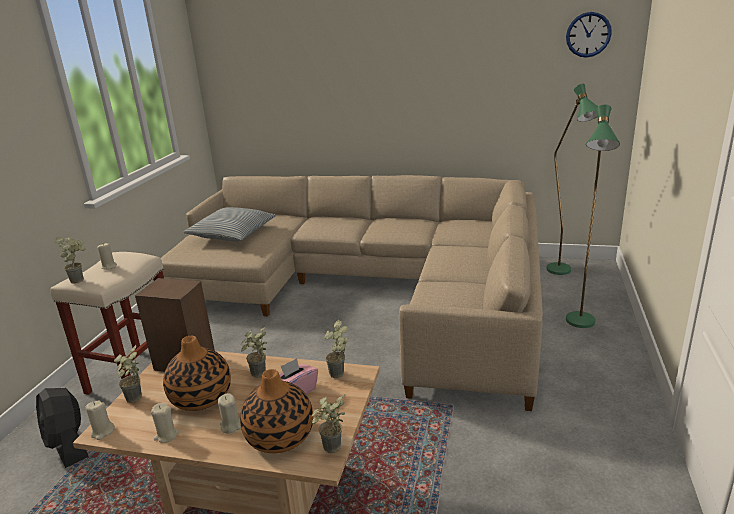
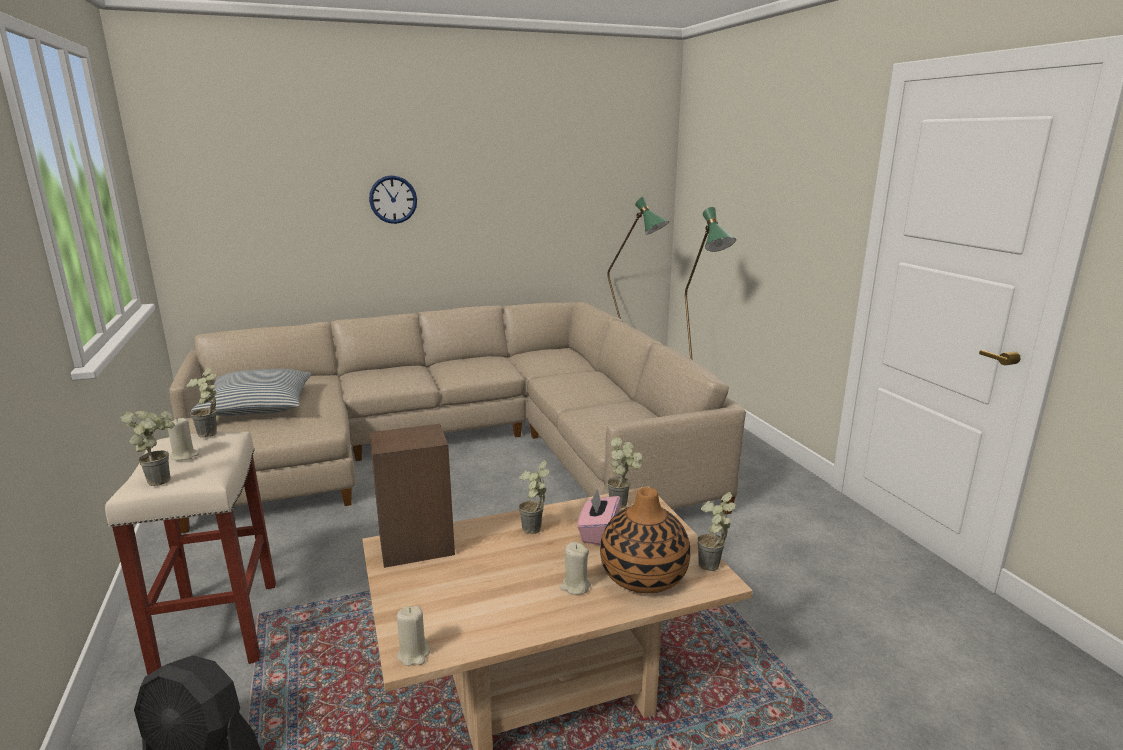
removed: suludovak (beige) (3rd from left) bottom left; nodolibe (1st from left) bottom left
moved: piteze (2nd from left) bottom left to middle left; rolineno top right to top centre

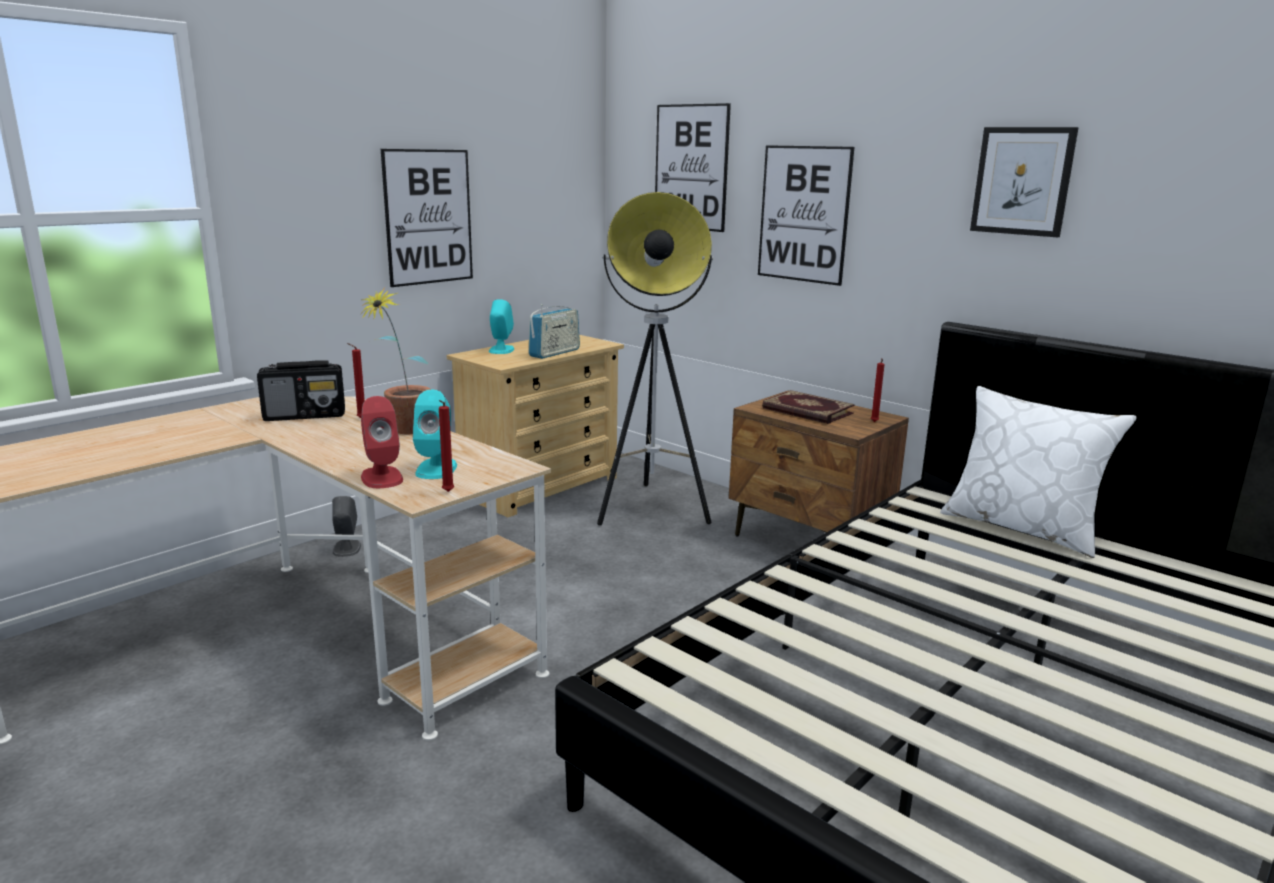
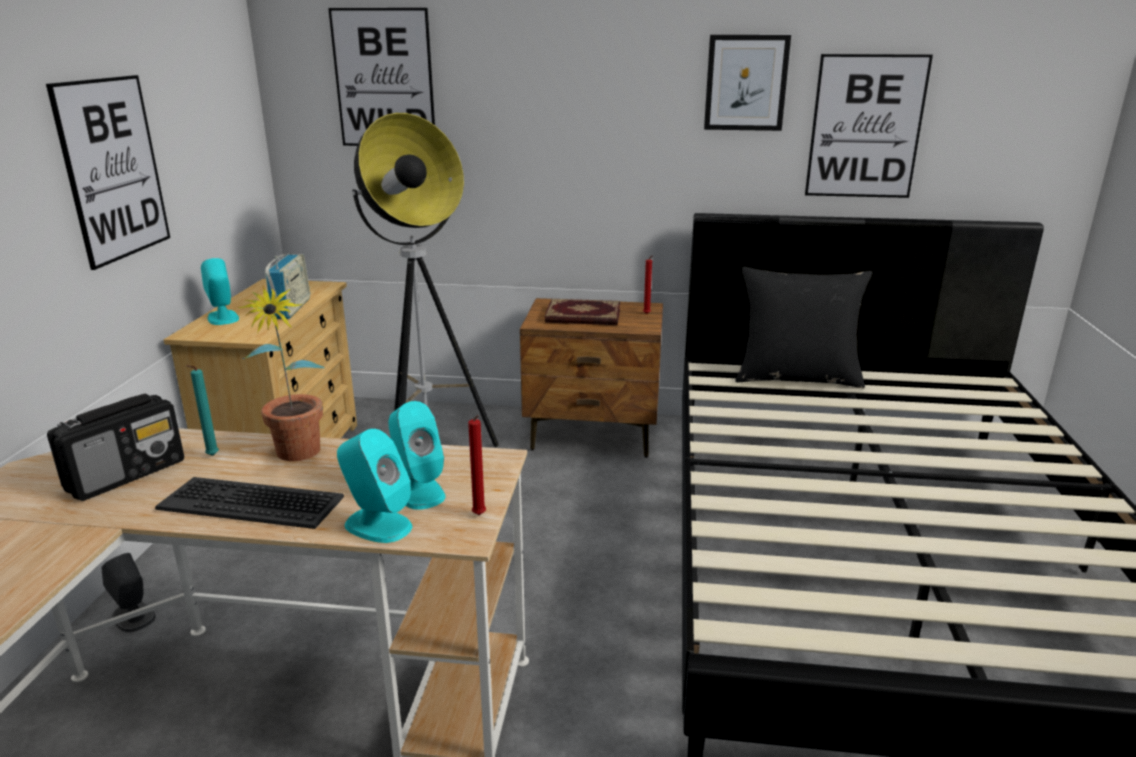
added: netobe middle left
moved: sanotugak (3rd from left in the first image) top centre to sanotugak (4th from left) top right
recoloured: suludovak (red) (1st from left) middle left to suludovak (turquoise) middle left; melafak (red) middle left to melafak (turquoise) (2nd from left) middle left; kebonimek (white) middle right to kebonimek (black) middle right

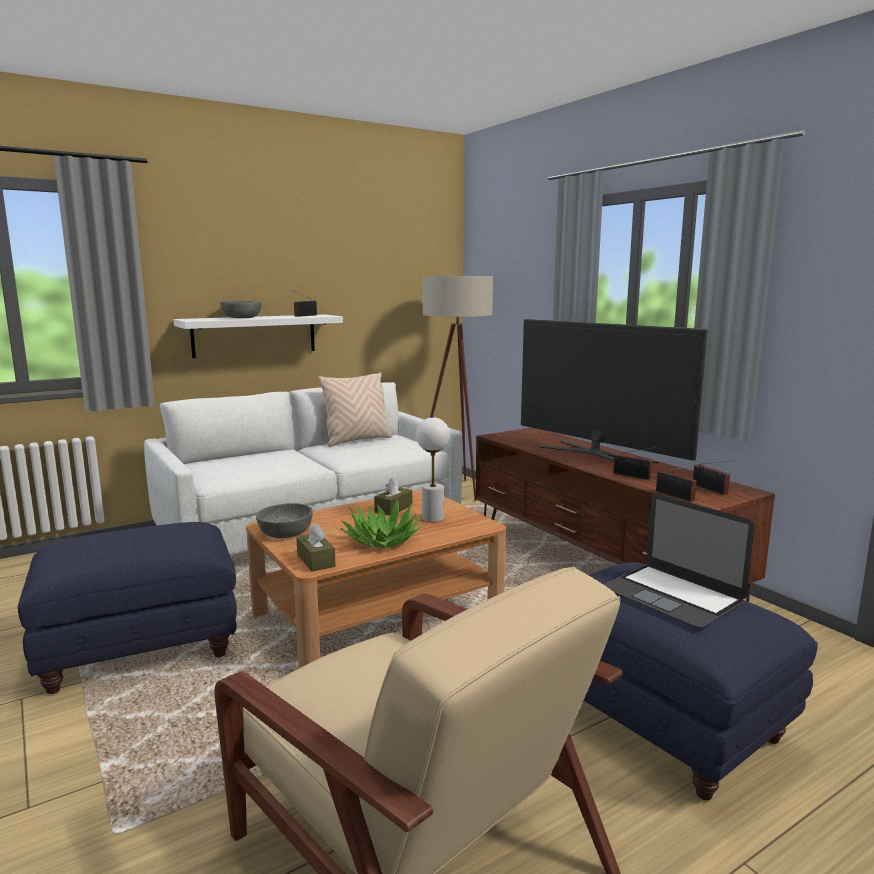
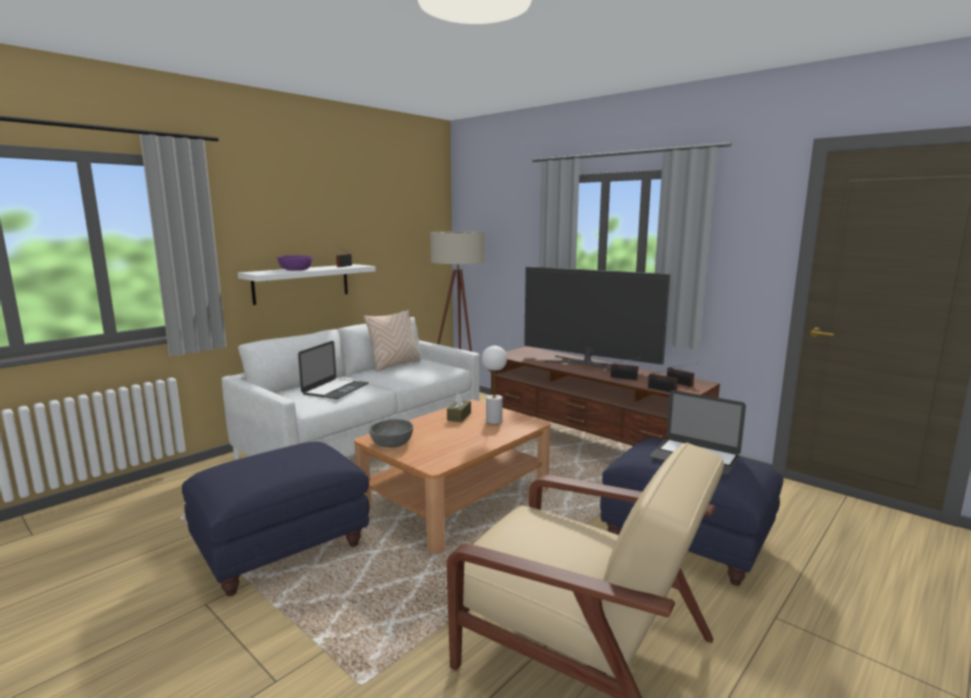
removed: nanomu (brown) (1st from left) centre; piteze centre
added: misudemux (1st from left) centre
recoloured: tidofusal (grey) (1st from left) middle left to tidofusal (purple) middle left

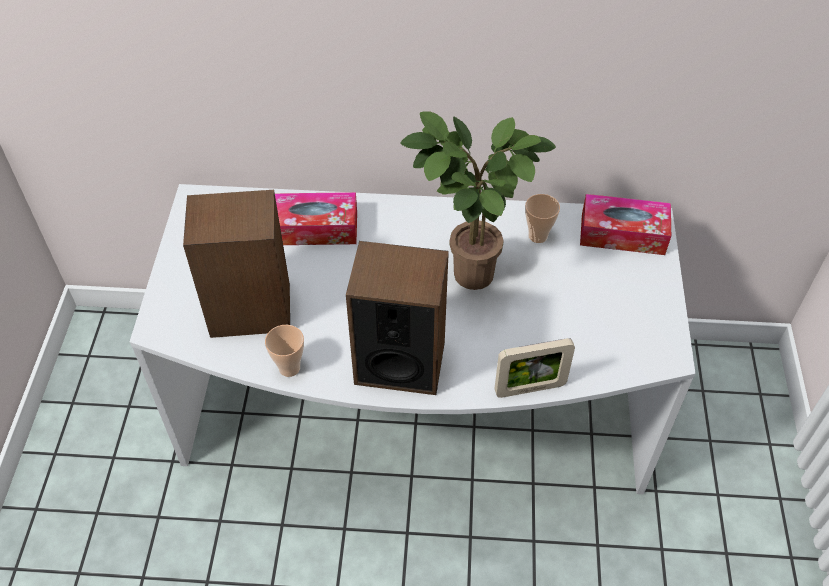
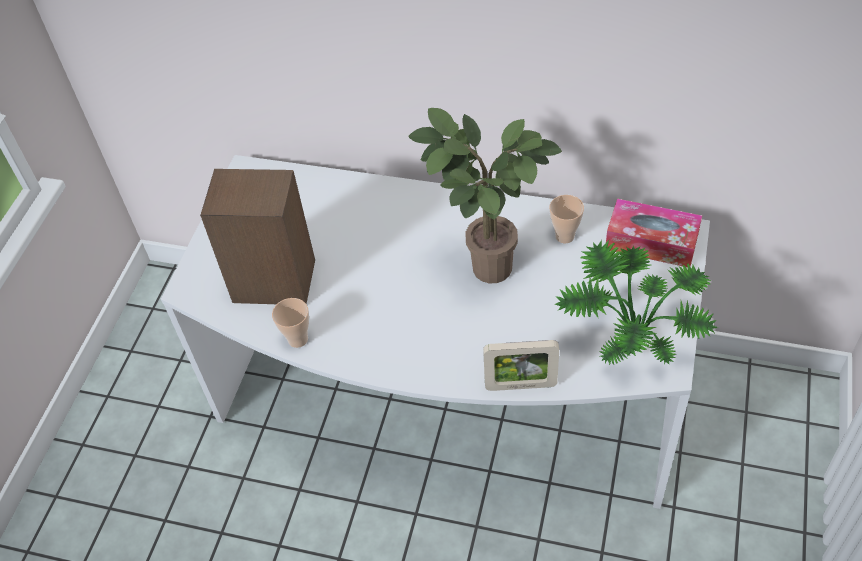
removed: nanomu (1st from left) centre; melafak (2nd from left) centre
added: piteze (2nd from left) middle right

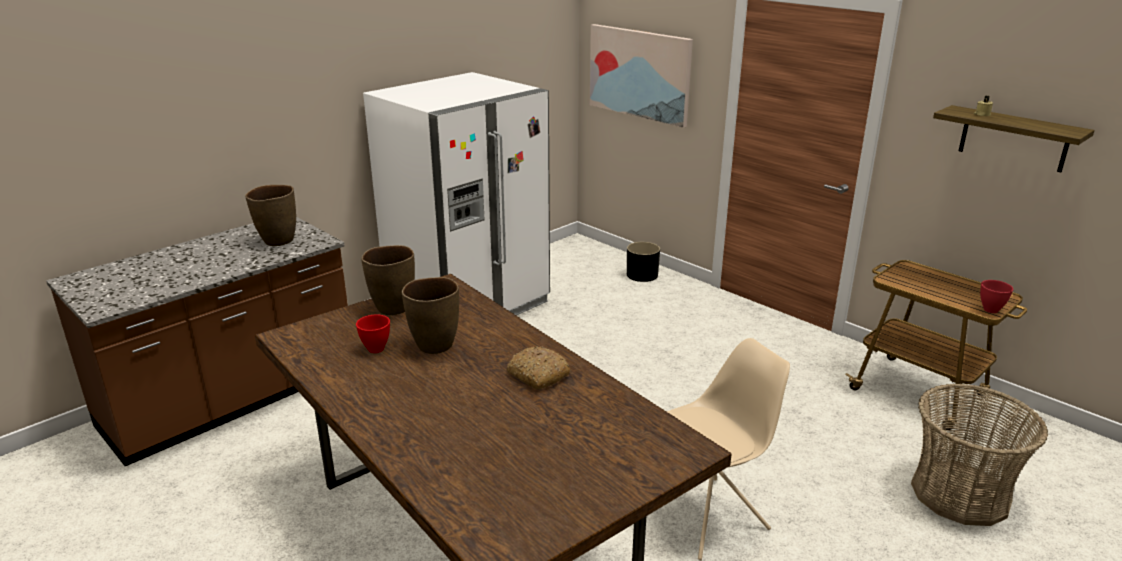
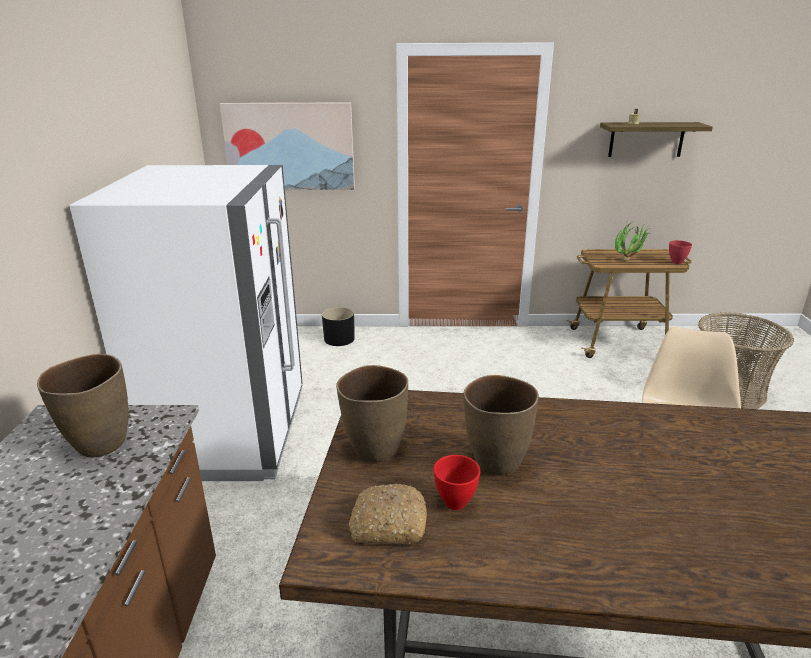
added: piteze middle right
moved: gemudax centre to bottom centre

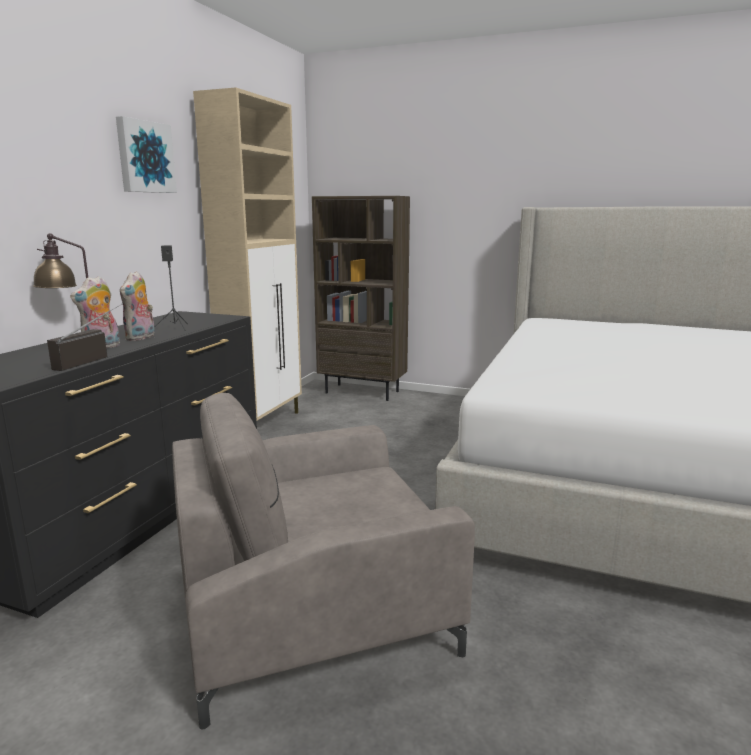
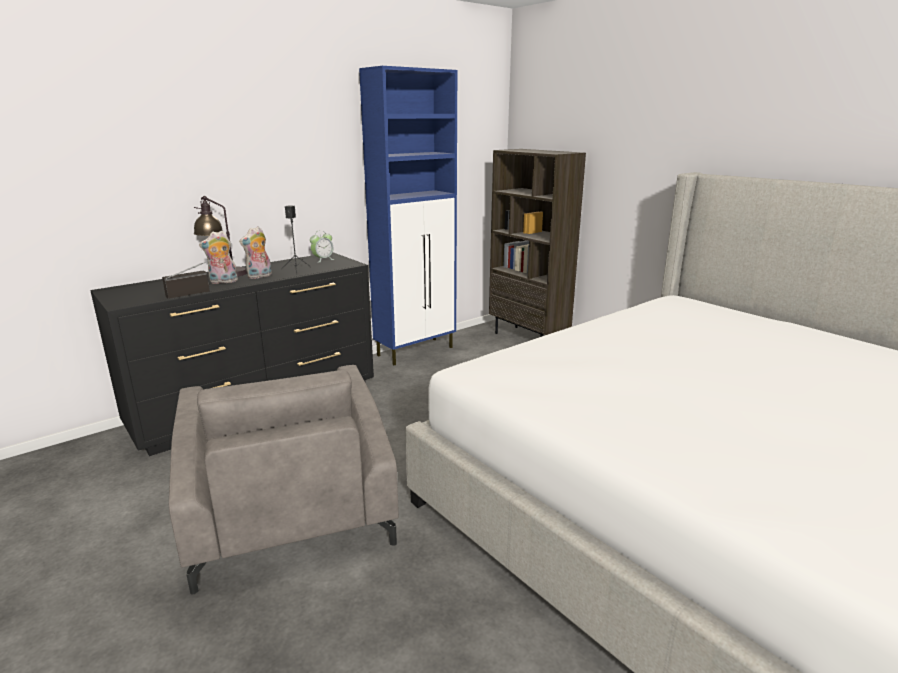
removed: sanotugak top left
added: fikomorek centre
recoloured: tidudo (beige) middle left to tidudo (blue) top centre
turned: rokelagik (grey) bottom centre = bottom left 120 degrees counterclockwise

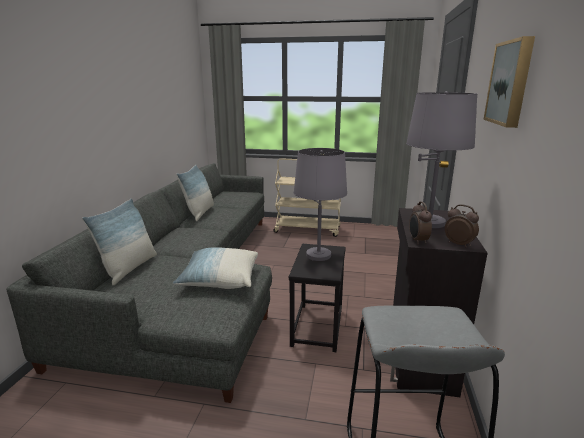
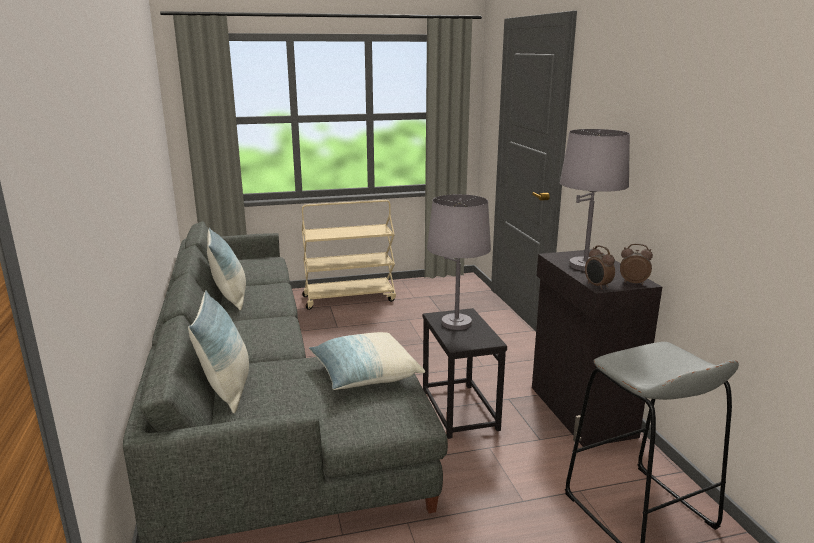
removed: sanotugak top right

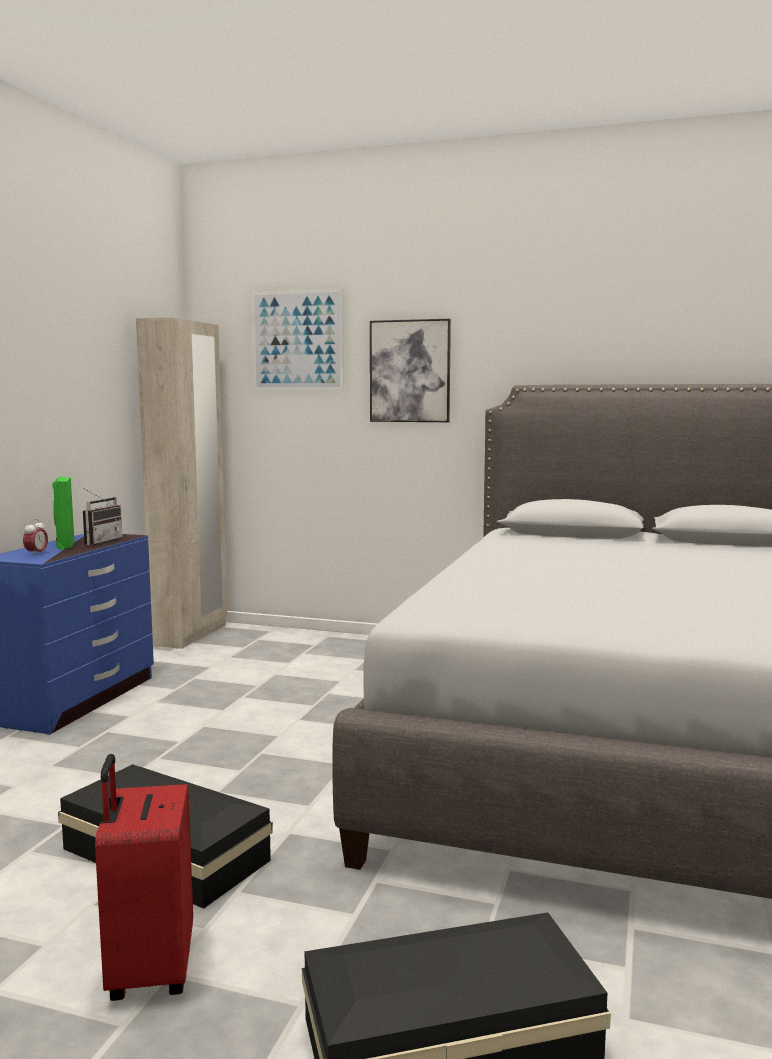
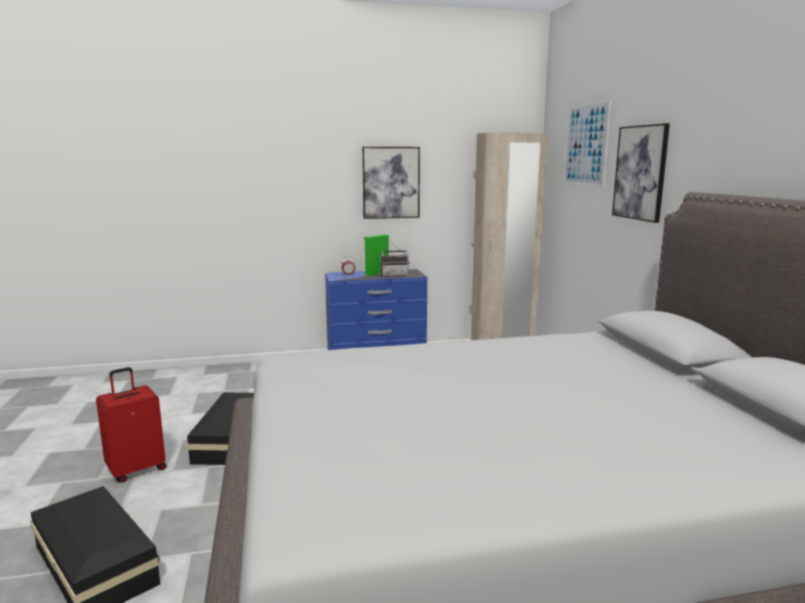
added: sanotugak (1st from left) top centre

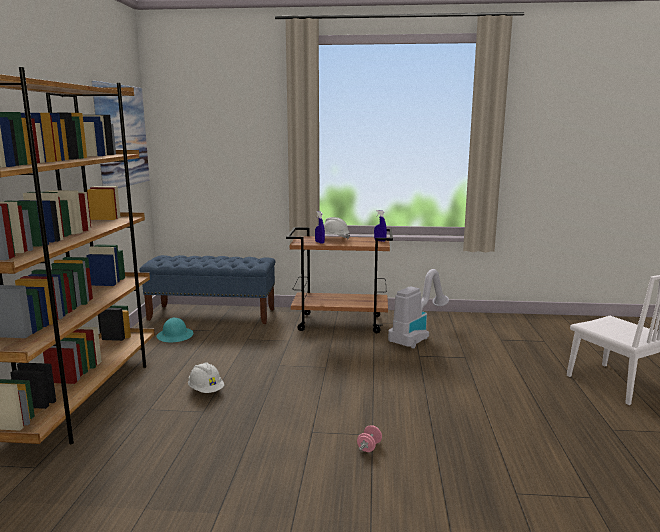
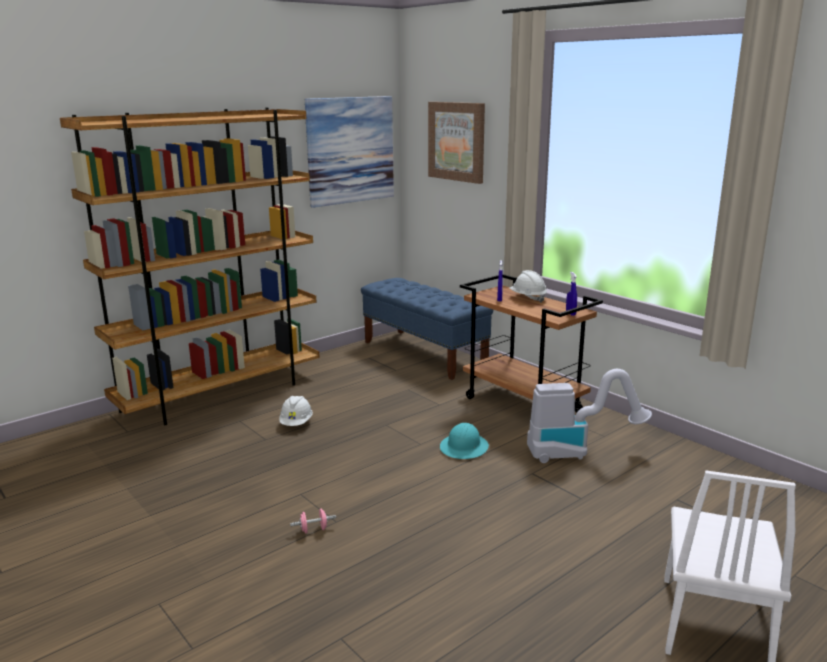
added: sanotugak (2nd from left) top centre
moved: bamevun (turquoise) middle left to centre

